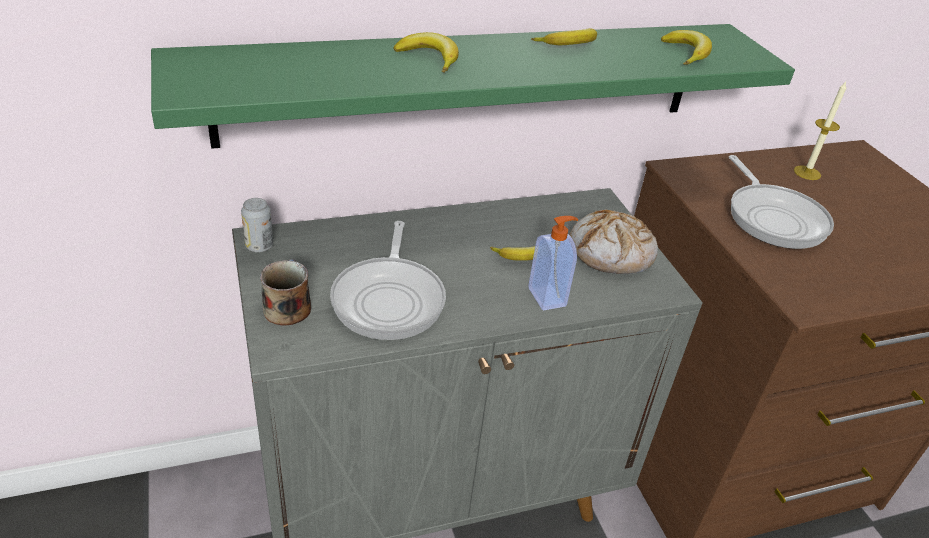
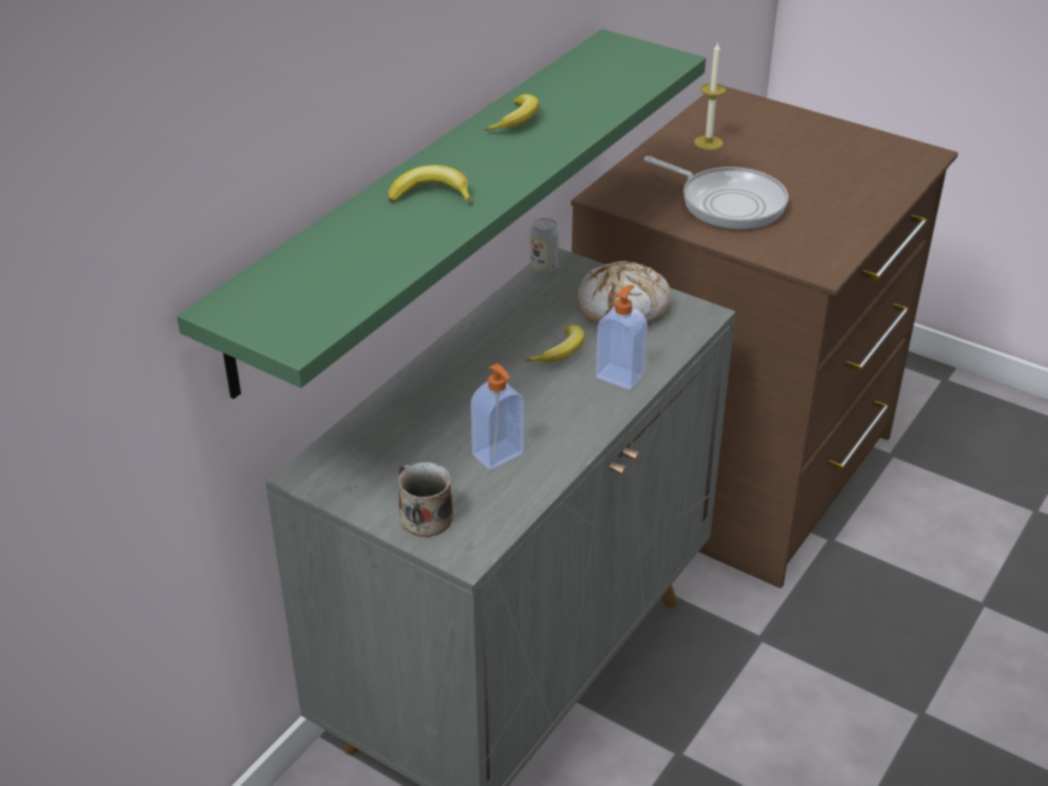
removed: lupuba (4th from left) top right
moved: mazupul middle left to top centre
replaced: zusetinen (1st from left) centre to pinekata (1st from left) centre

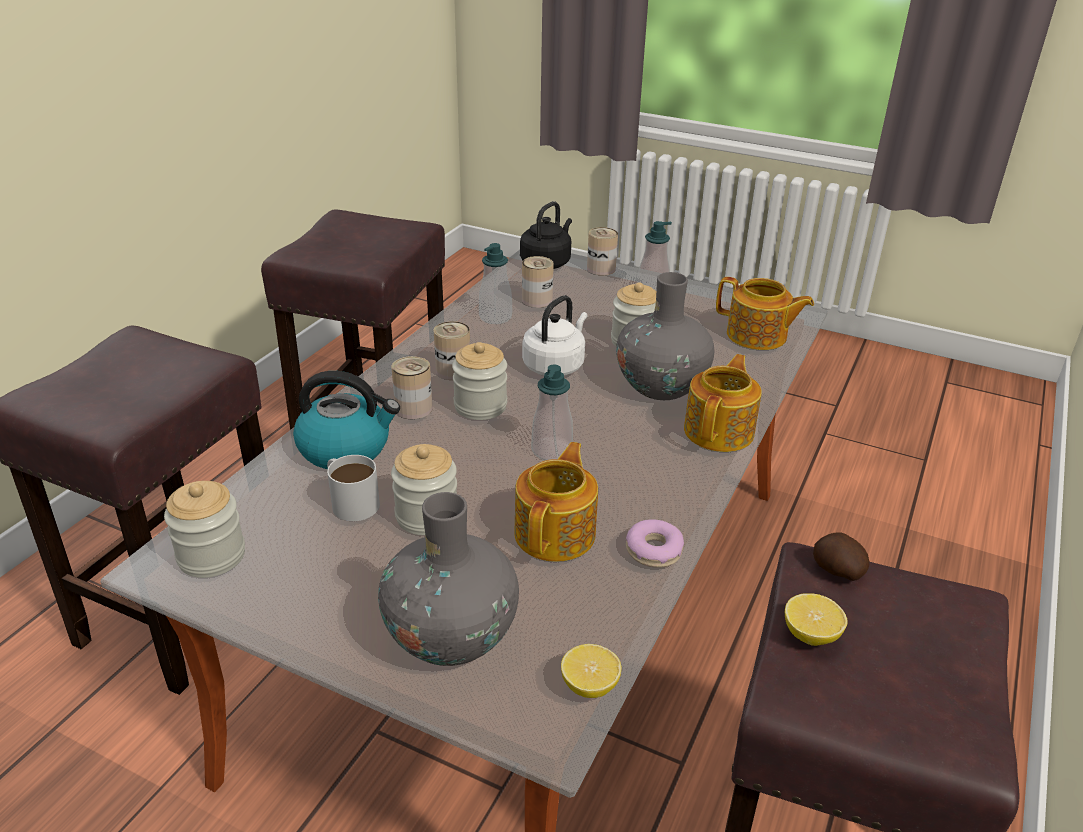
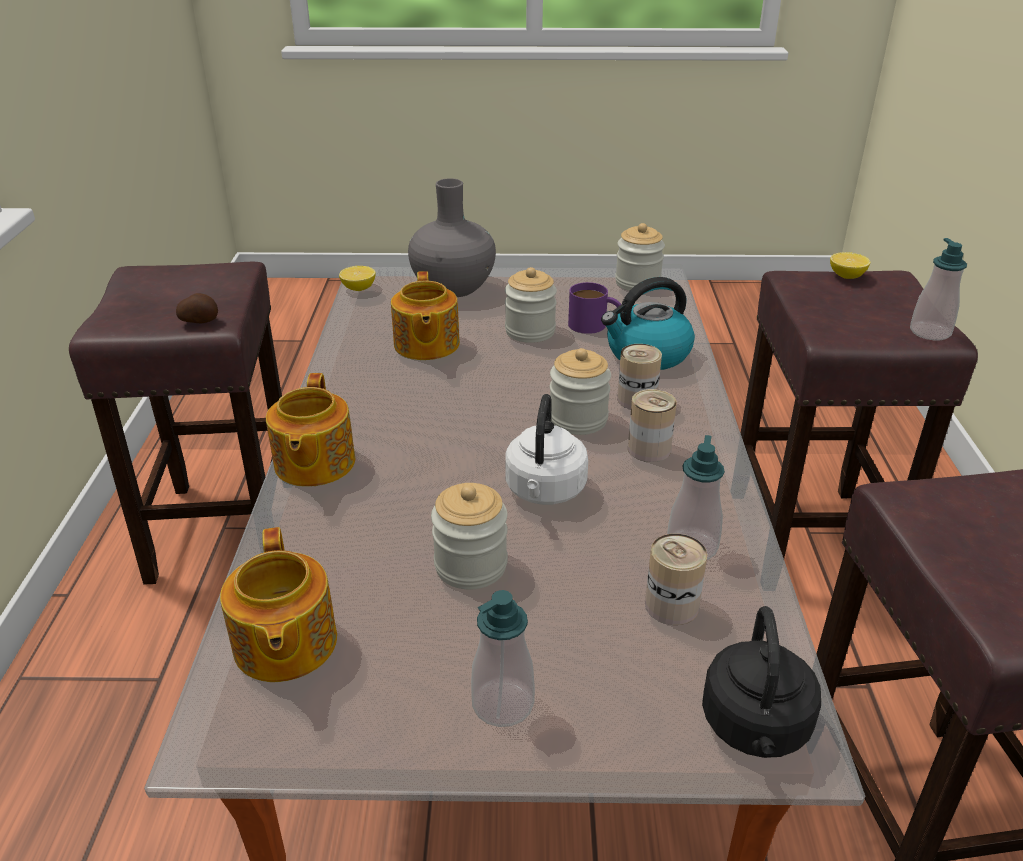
removed: mazupul (4th from left) top centre; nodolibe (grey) (2nd from left) centre; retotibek centre
moved: pinekata (2nd from left in the first image) centre to pinekata (3rd from left) middle right; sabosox (2nd from left) bottom right to top right
recoloured: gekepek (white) middle left to gekepek (purple) centre
turned: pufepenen (3rd from left in the first image) middle right = bottom left 105 degrees counterclockwise

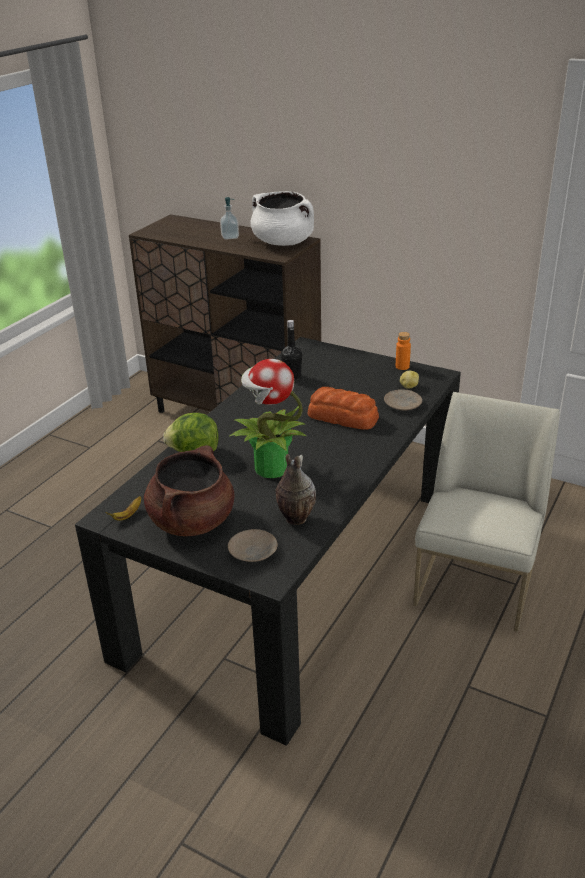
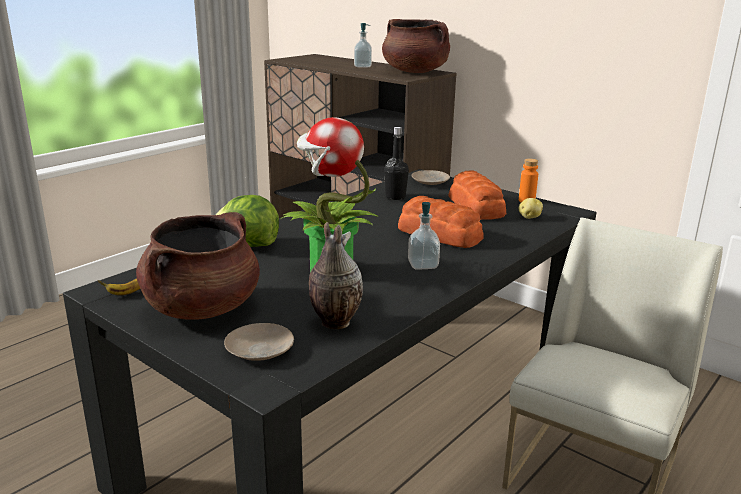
added: pinekata (2nd from left) centre; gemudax (2nd from left) centre
moved: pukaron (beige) (2nd from left) middle right to centre
recoloured: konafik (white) top centre to konafik (brown) (2nd from left) top centre

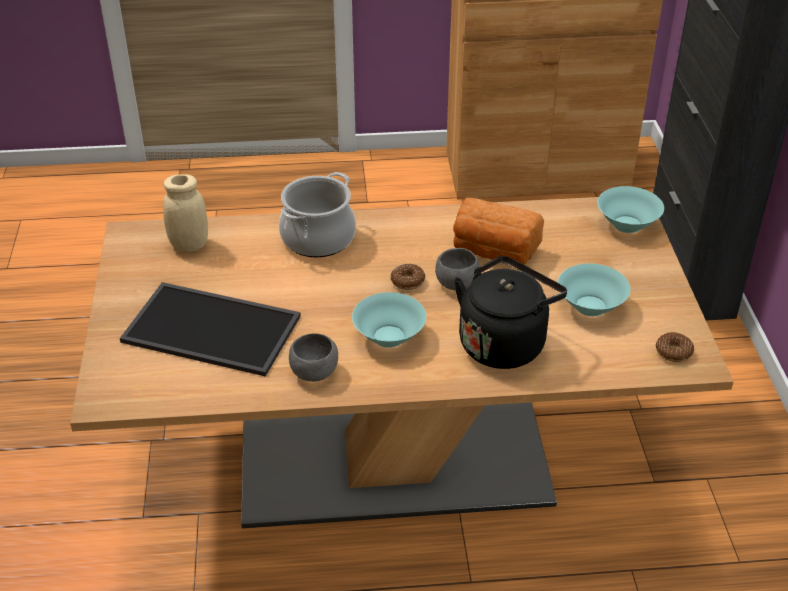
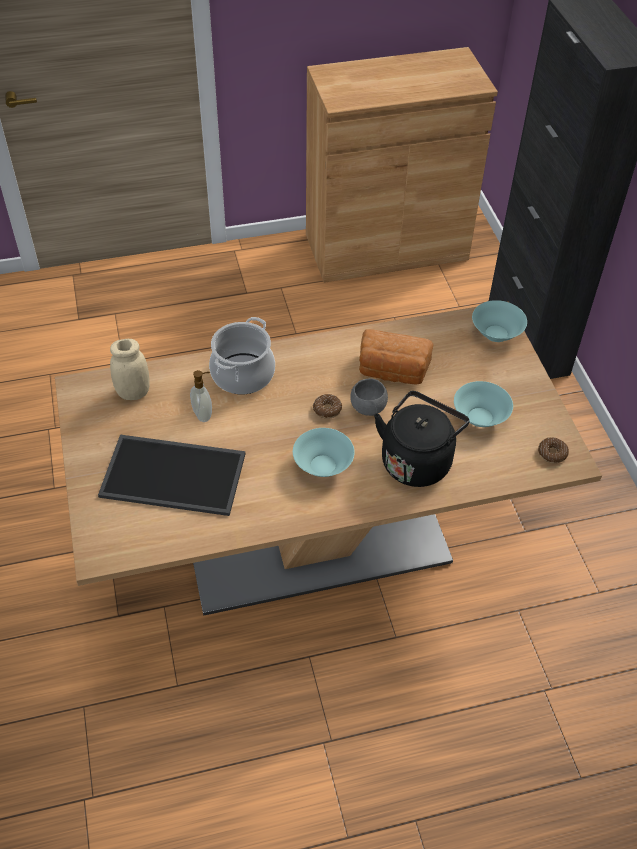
removed: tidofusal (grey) (1st from left) centre
added: pinekata middle left

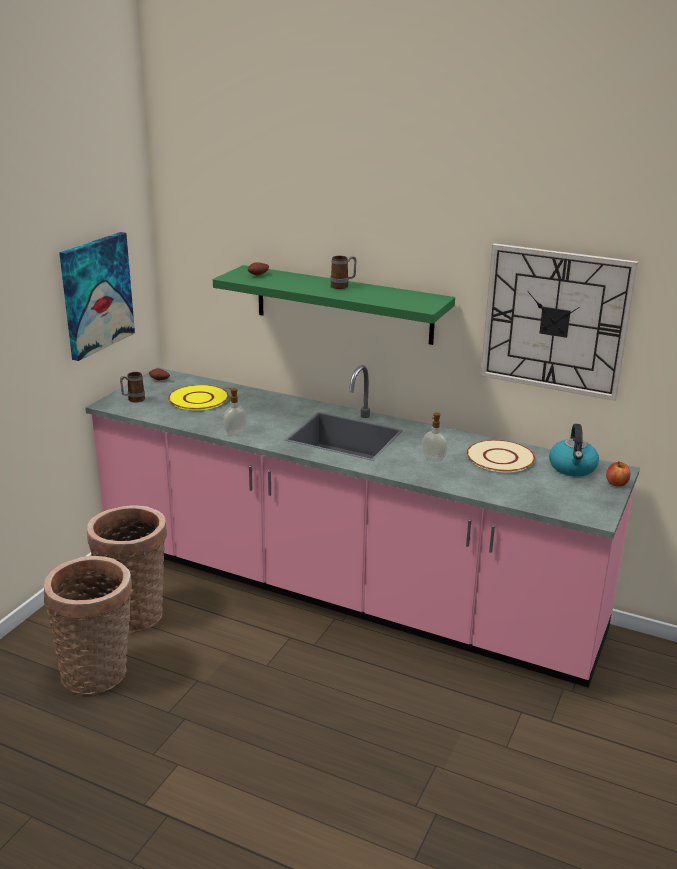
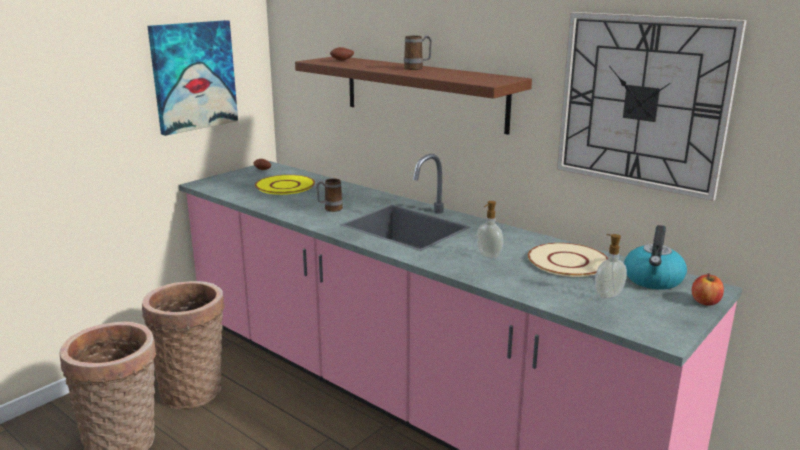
moved: gekepek (1st from left) middle left to centre; pinekata (1st from left in the first image) centre to pinekata (2nd from left) middle right
recoloured: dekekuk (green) centre to dekekuk (brown) top centre

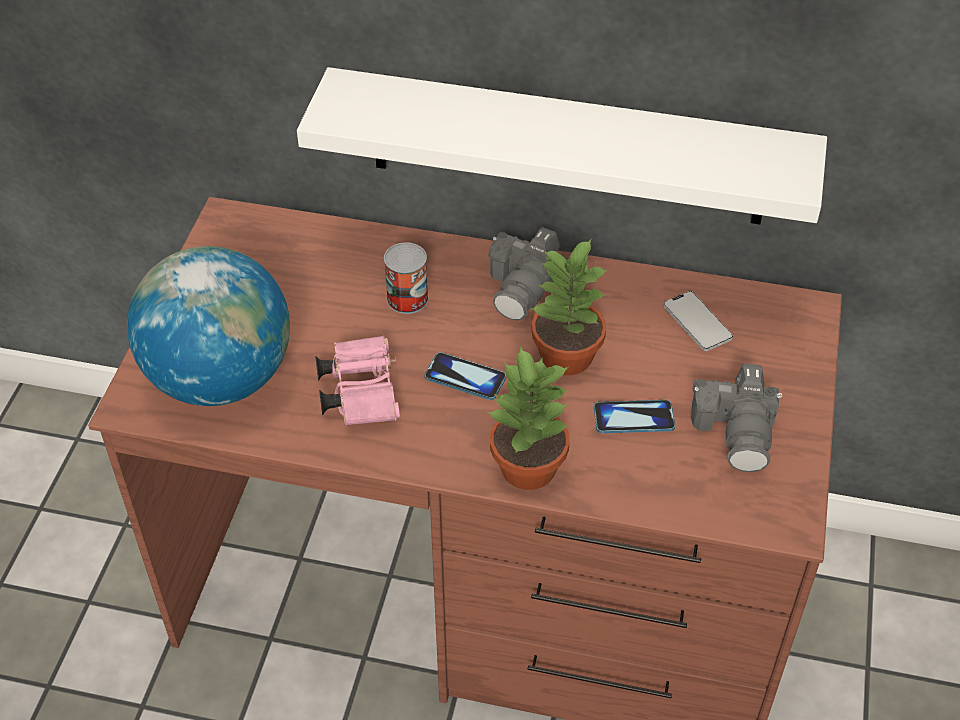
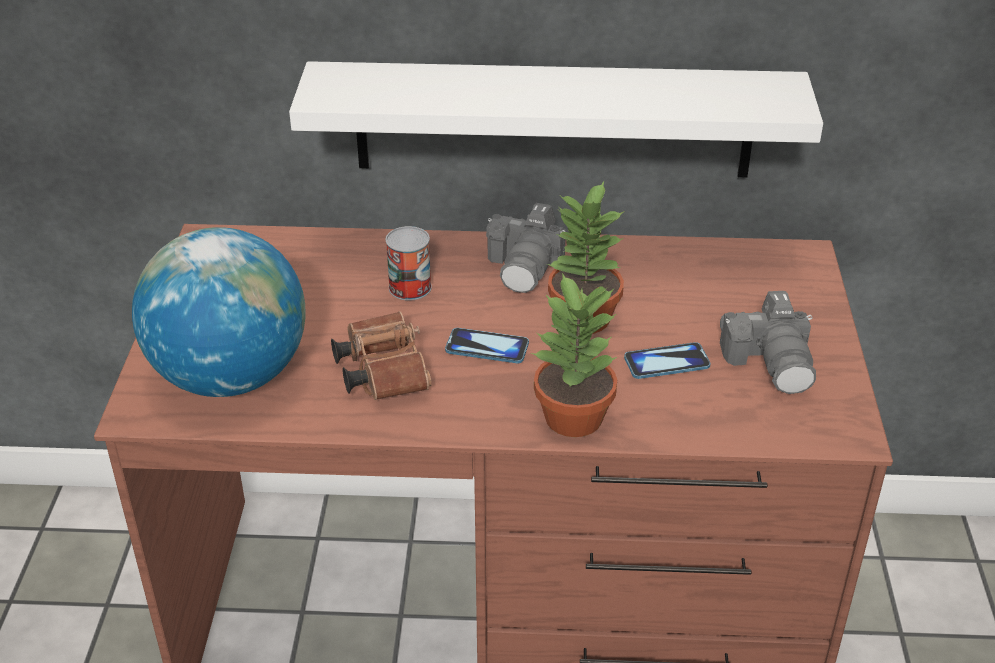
removed: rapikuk (3rd from left) middle right
recoloured: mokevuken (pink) centre to mokevuken (brown) centre

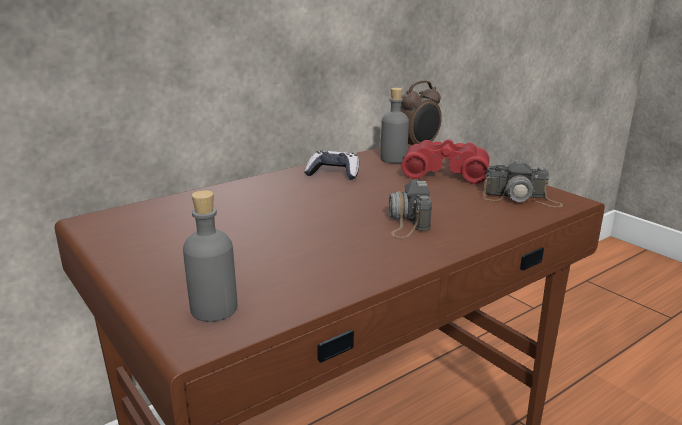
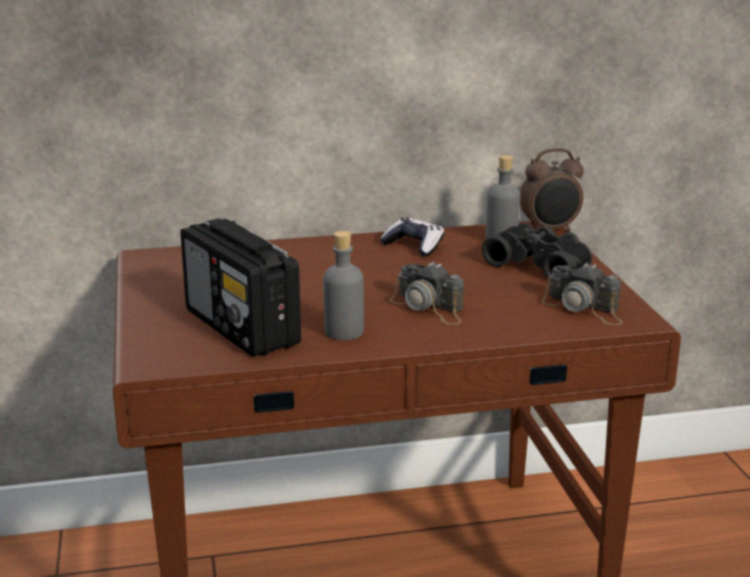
added: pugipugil middle left
moved: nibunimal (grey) (1st from left) middle left to centre
recoloured: mokevuken (red) centre to mokevuken (black) middle right
turned: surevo (1st from left) centre = centre 75 degrees counterclockwise

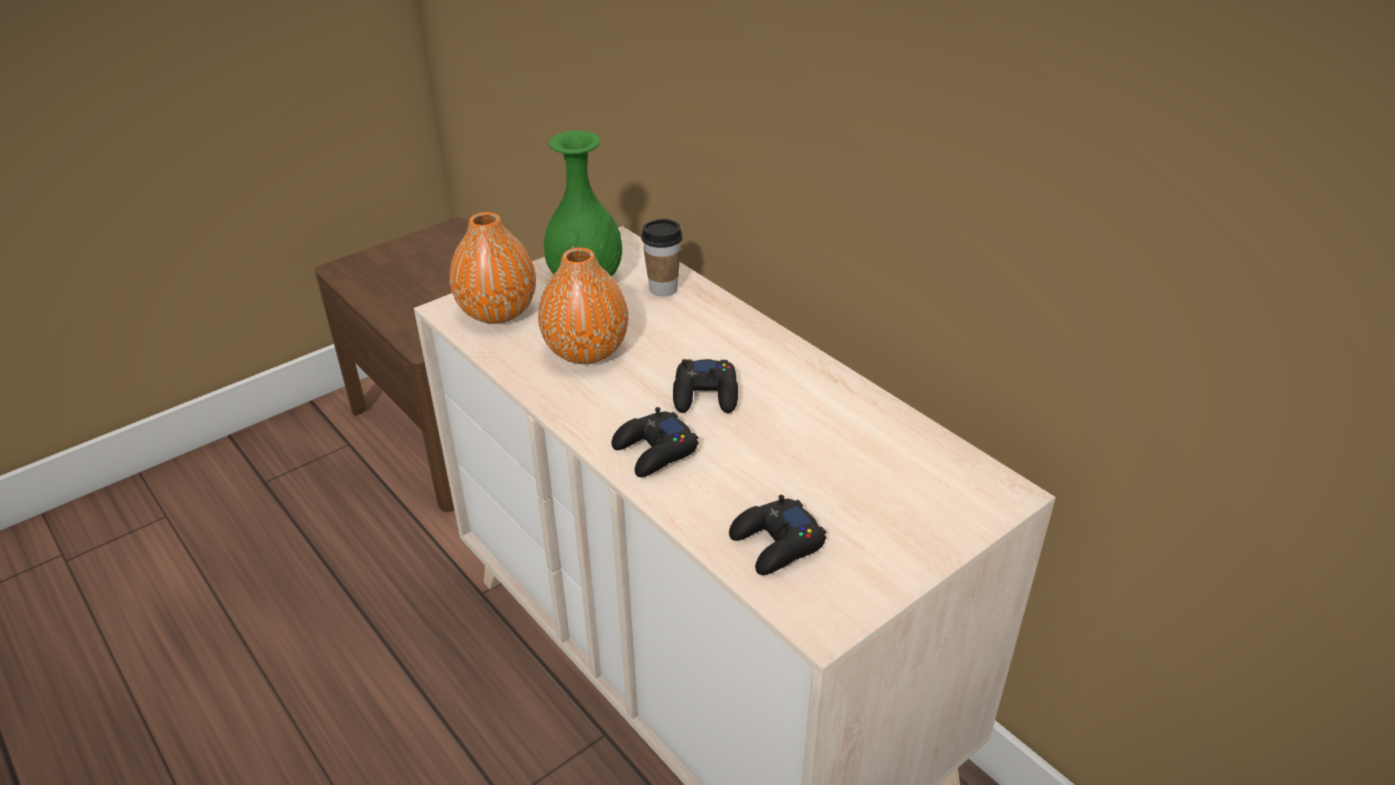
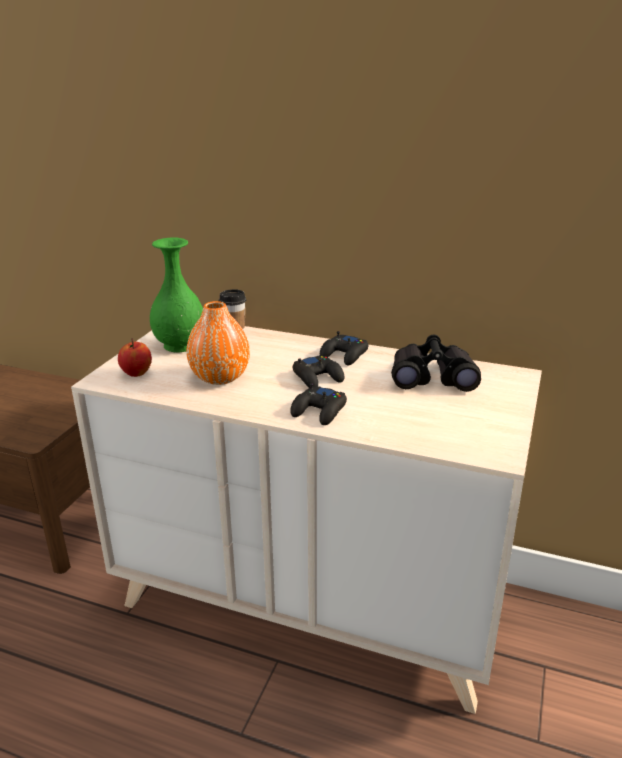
added: mokevuken (black) middle right
moved: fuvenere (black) (3rd from left) bottom centre to centre
replaced: nodolibe (orange) (1st from left) centre to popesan middle left

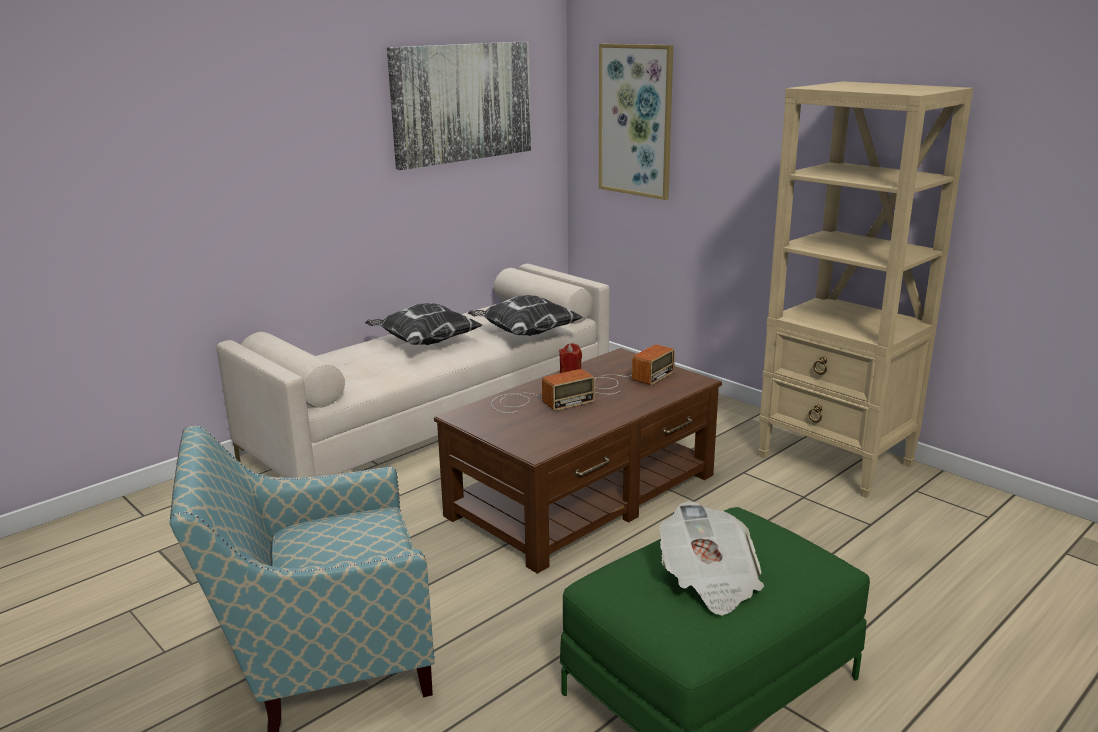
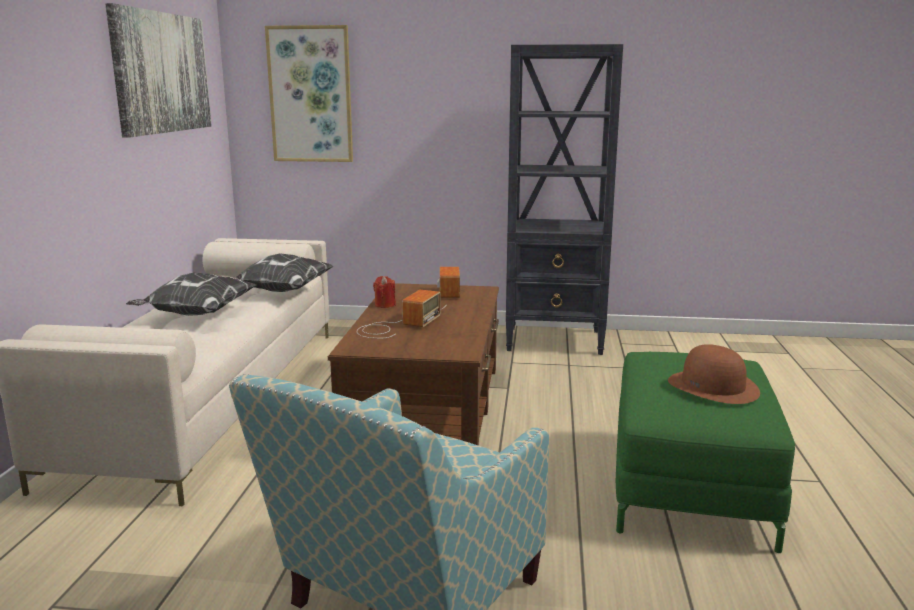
replaced: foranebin bottom centre to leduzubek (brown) middle right
recoloured: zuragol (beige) middle right to zuragol (black) top centre

